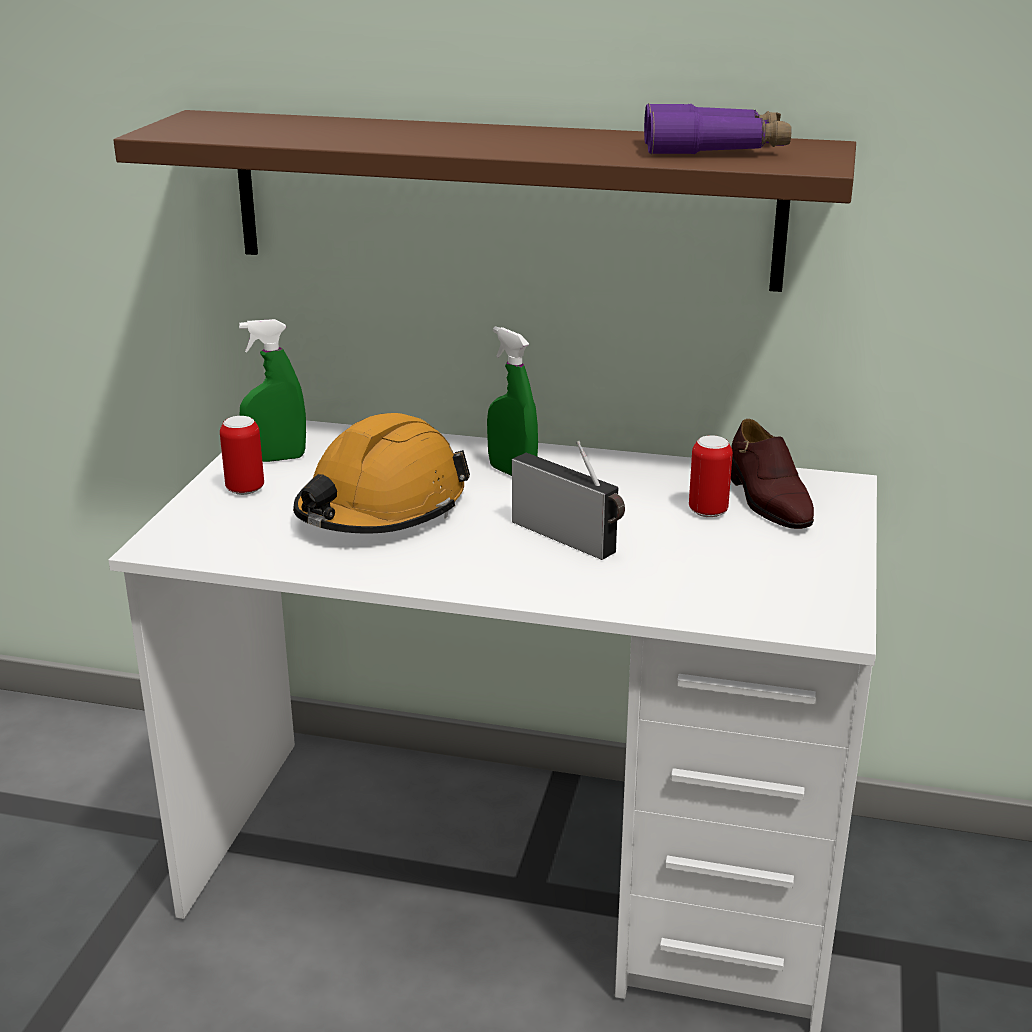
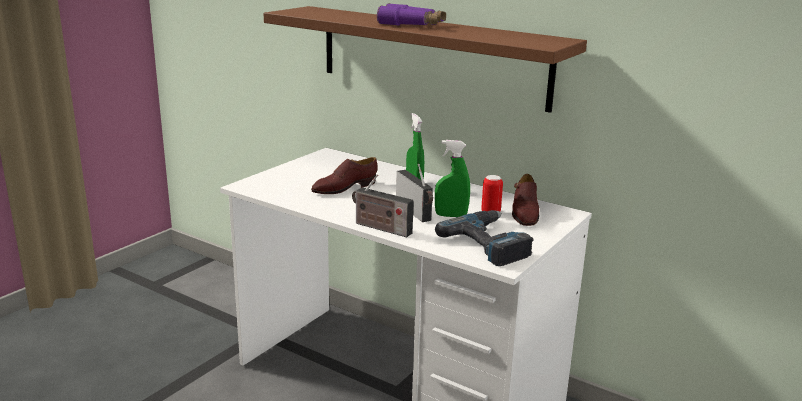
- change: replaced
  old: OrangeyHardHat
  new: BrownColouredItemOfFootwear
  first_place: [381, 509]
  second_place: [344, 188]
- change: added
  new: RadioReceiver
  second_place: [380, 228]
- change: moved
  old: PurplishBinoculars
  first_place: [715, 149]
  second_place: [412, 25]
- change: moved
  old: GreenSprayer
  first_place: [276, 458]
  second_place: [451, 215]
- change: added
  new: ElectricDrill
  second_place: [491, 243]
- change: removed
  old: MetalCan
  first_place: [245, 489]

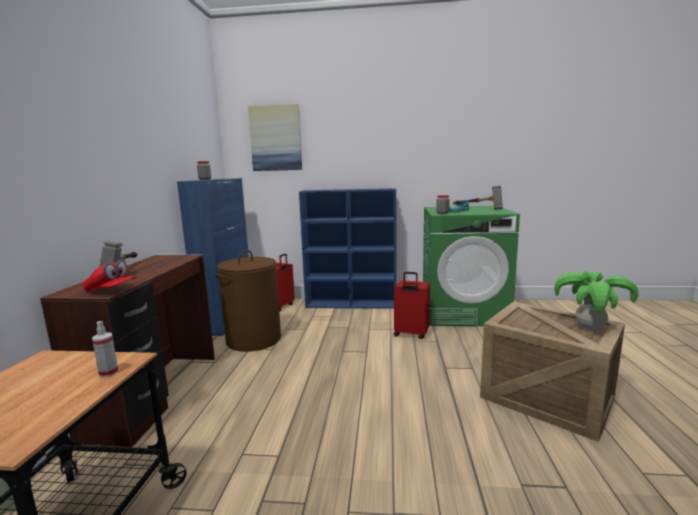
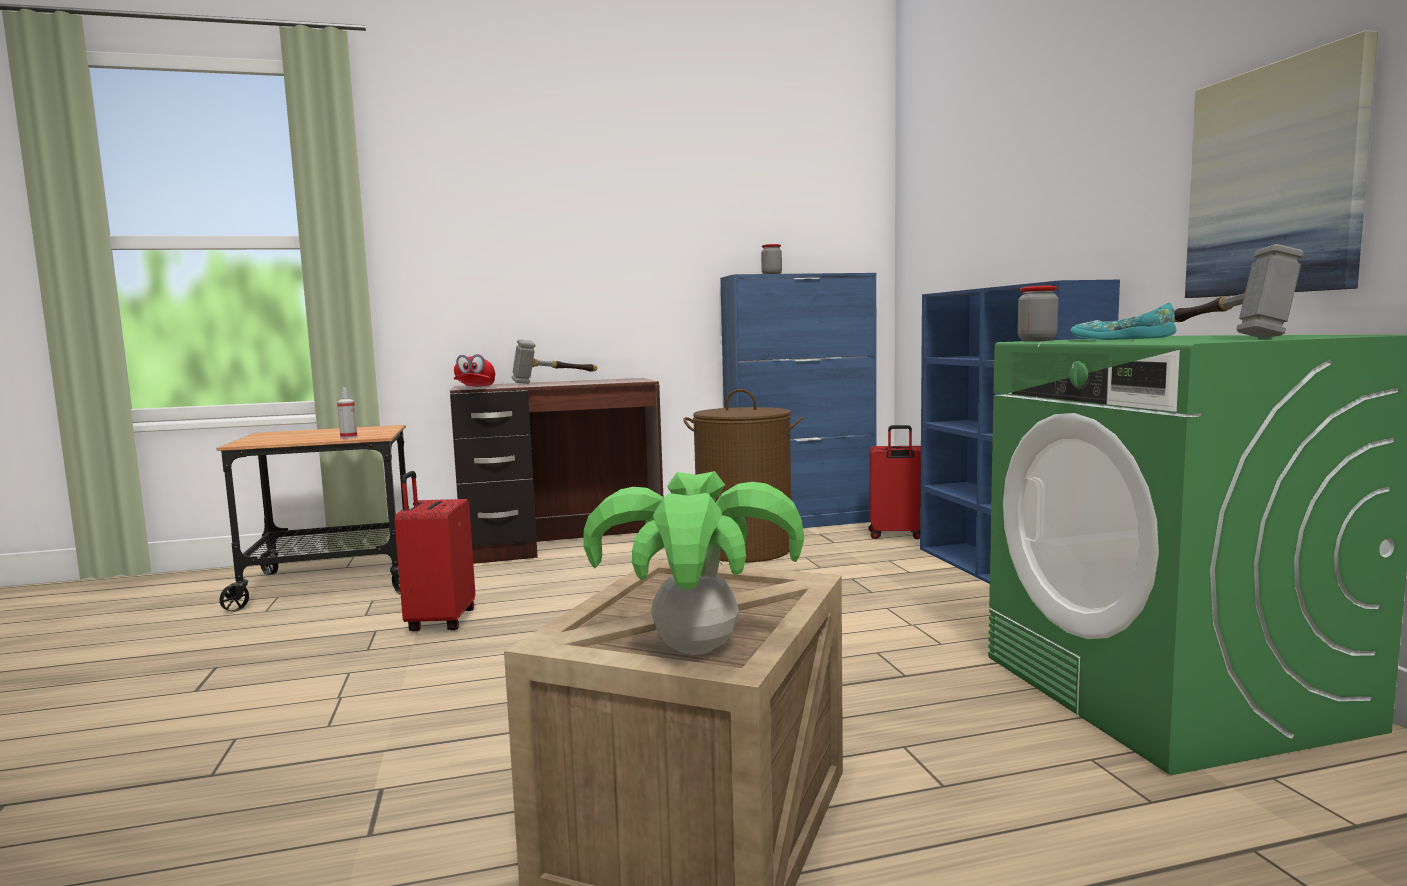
- change: moved
  old: RedColouredTravelCase
  first_place: [411, 334]
  second_place: [439, 621]
- change: moved
  old: Picture
  first_place: [276, 138]
  second_place: [1275, 181]

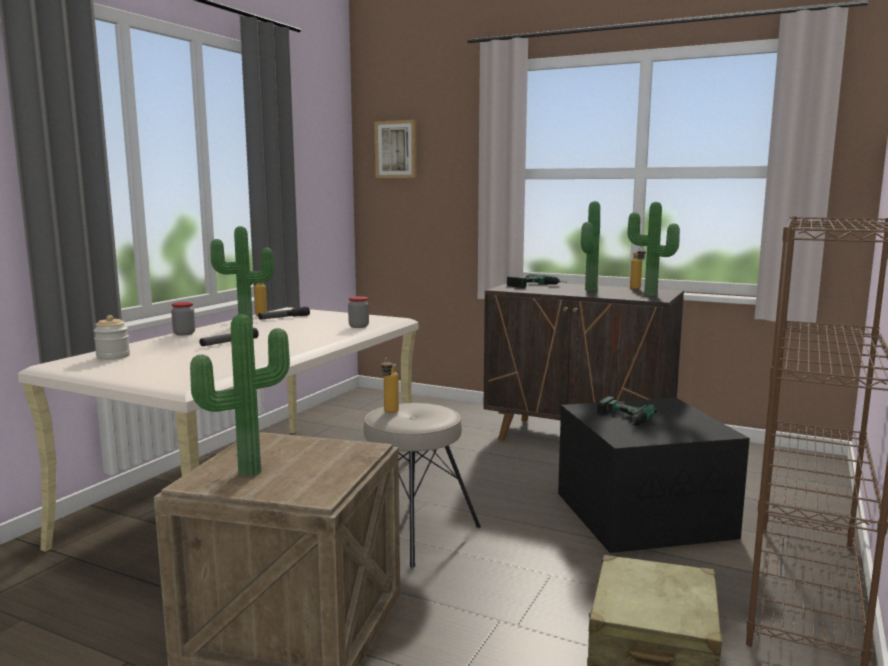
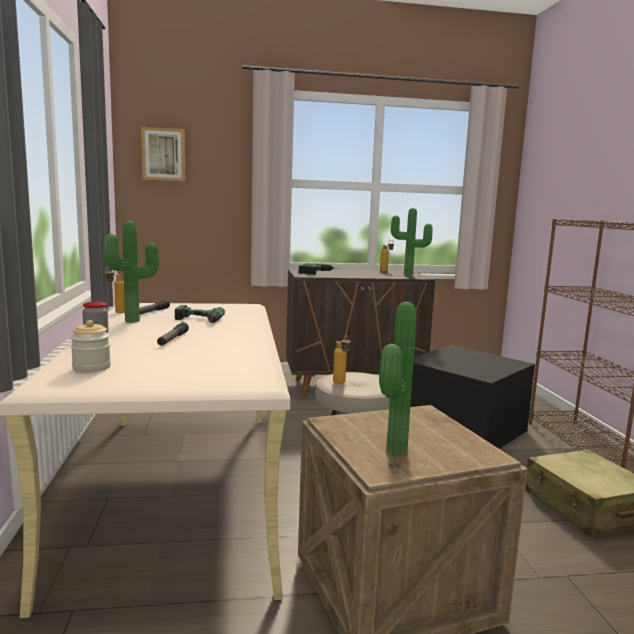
- change: moved
  old: ElectricDrill
  first_place: [620, 419]
  second_place: [197, 321]
- change: removed
  old: PreserveJar
  first_place: [358, 326]
- change: removed
  old: Houseplant
  first_place: [588, 290]

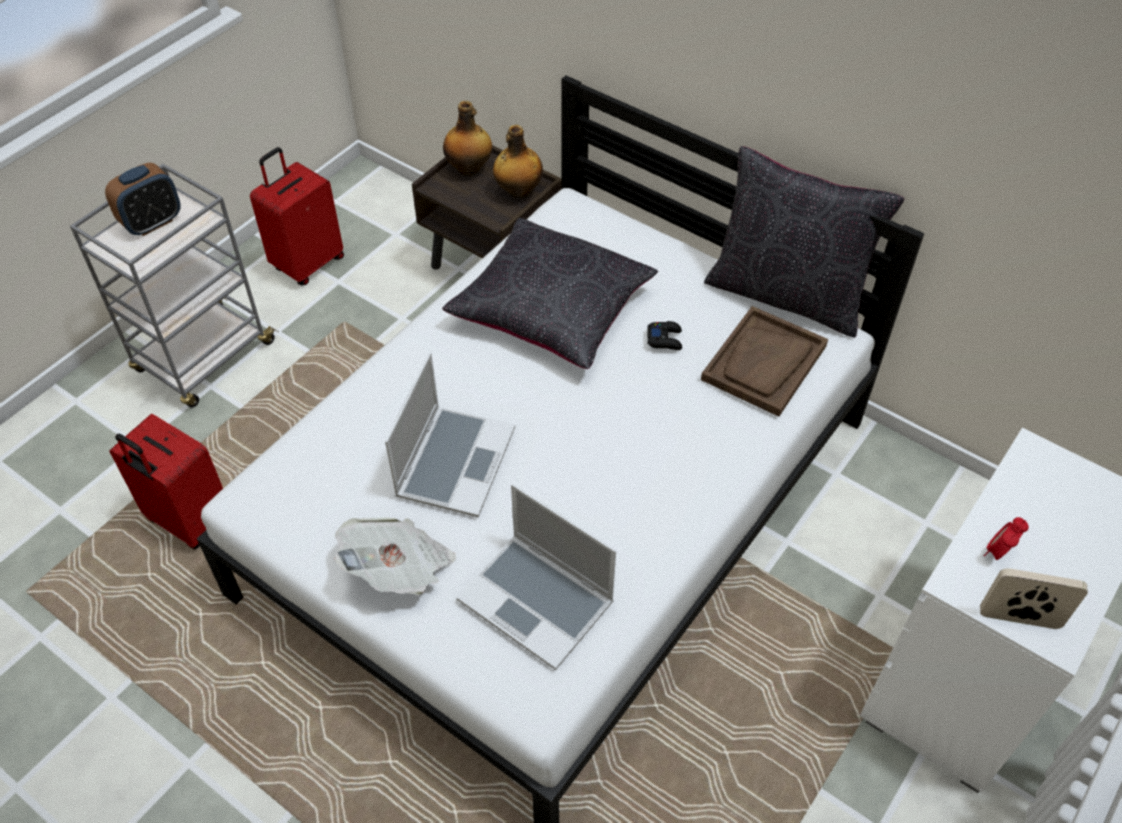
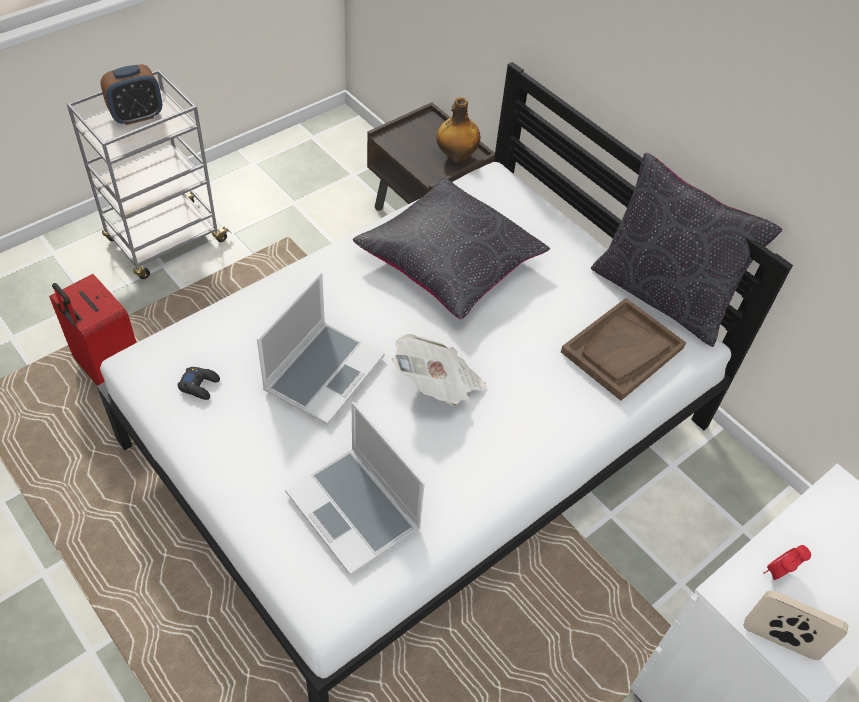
- change: moved
  old: BlackGameController
  first_place: [665, 339]
  second_place: [199, 385]
- change: moved
  old: PrintedPaper
  first_place: [399, 569]
  second_place: [438, 385]
- change: removed
  old: RedColouredTravelCase
  first_place: [307, 263]
- change: removed
  old: BeverageBottle
  first_place: [469, 168]

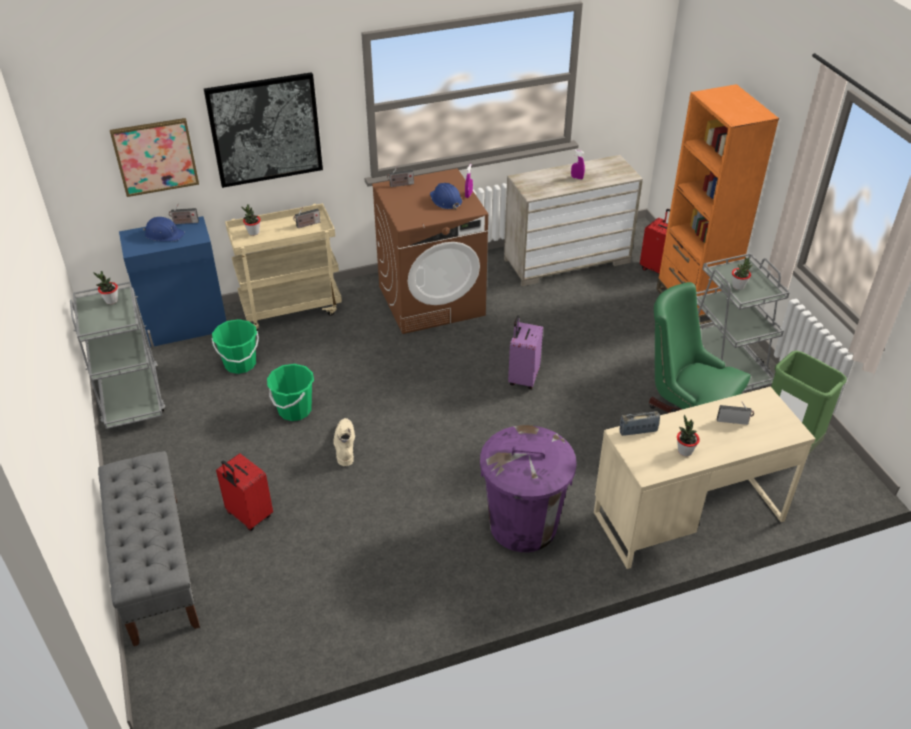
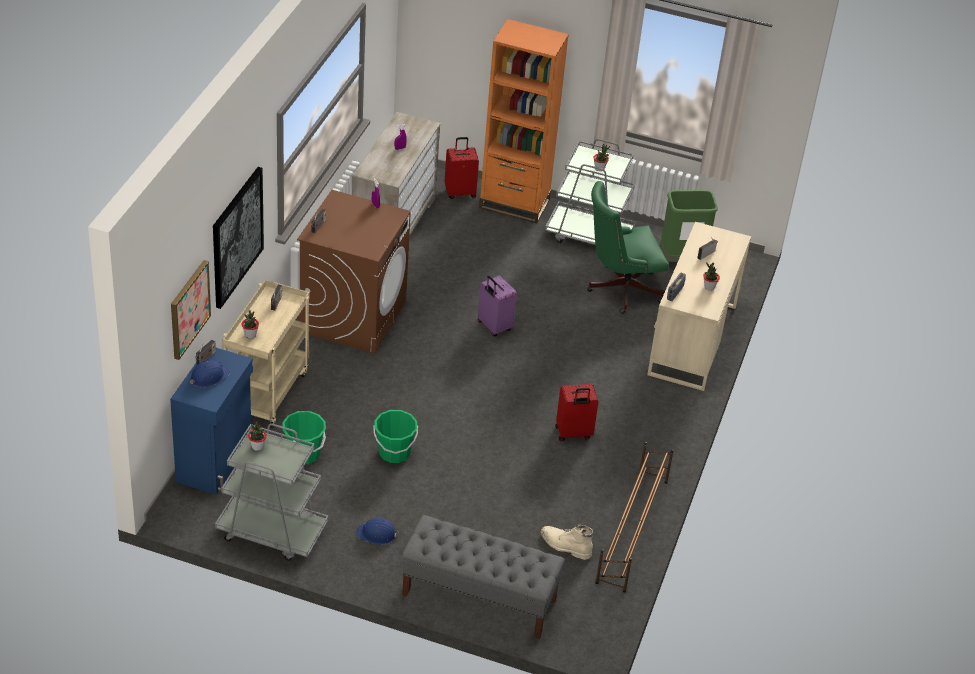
- change: moved
  old: BlueHardHat
  first_place: [445, 200]
  second_place: [377, 534]
- change: moved
  old: SandColouredHighTopBoot
  first_place: [344, 444]
  second_place: [565, 545]
- change: moved
  old: RedColouredTravelCase
  first_place: [248, 516]
  second_place: [573, 433]
- change: added
  new: BrownColouredShoeStand
  second_place: [631, 531]
- change: removed
  old: PurplishRubbishBin
  first_place: [523, 525]

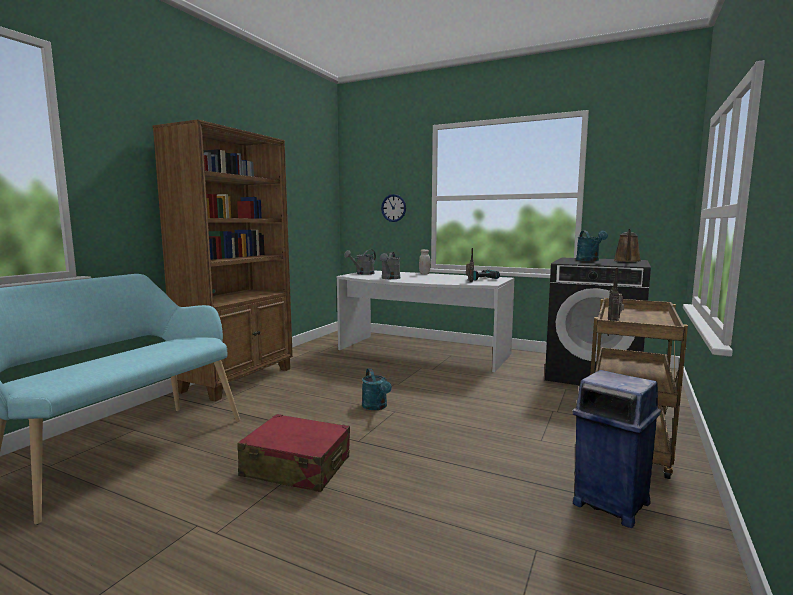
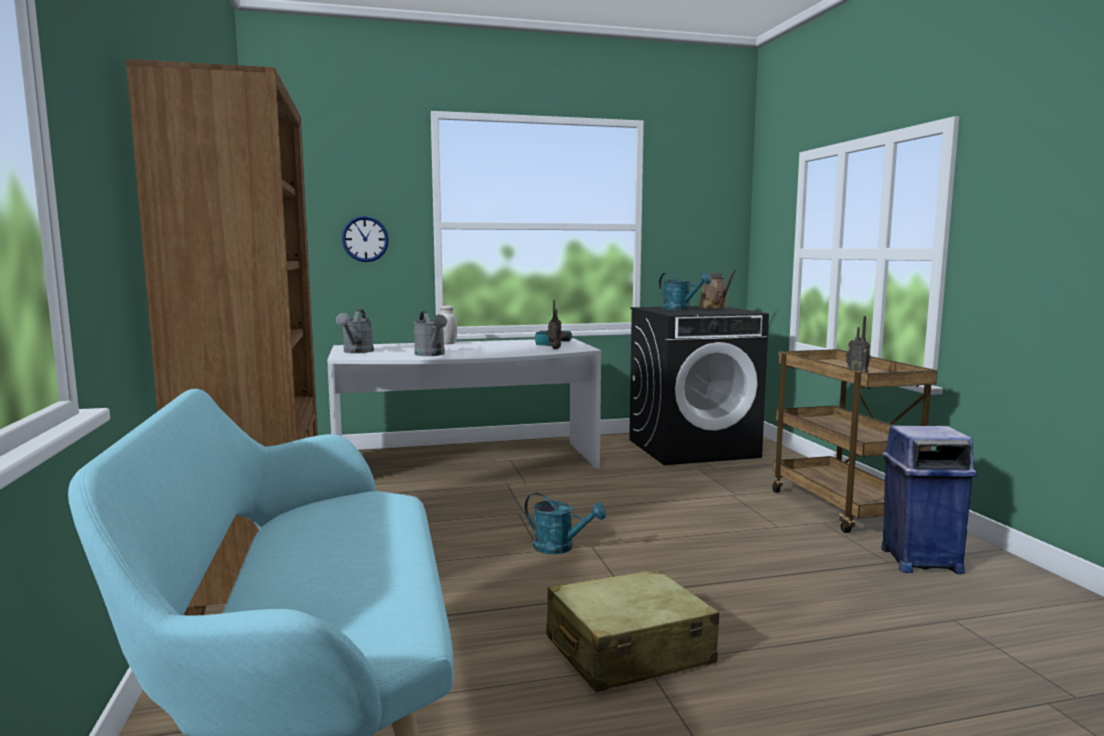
- change: recoloured
  old: RedColouredTravelCase
  new: SandColouredTravelCase
  first_place: [296, 467]
  second_place: [628, 651]

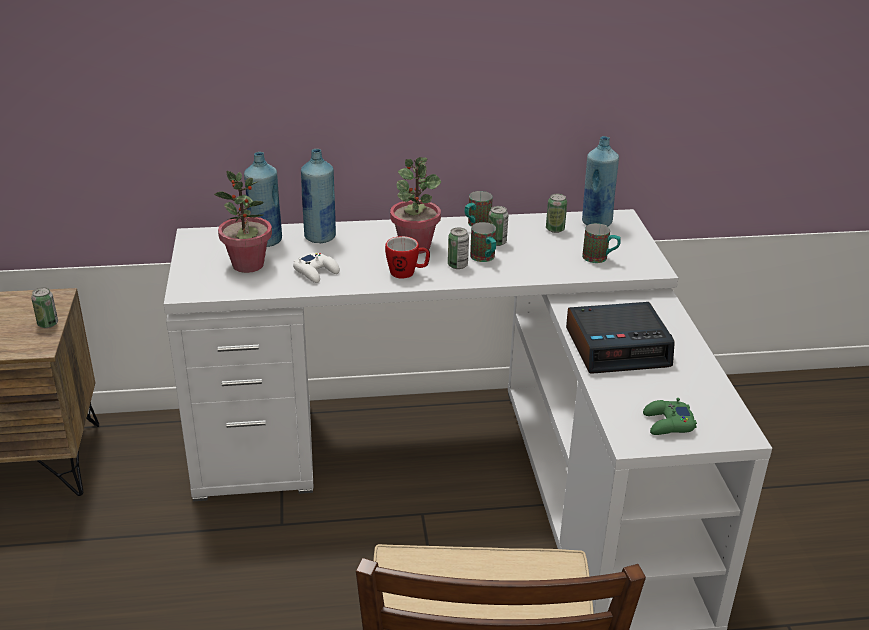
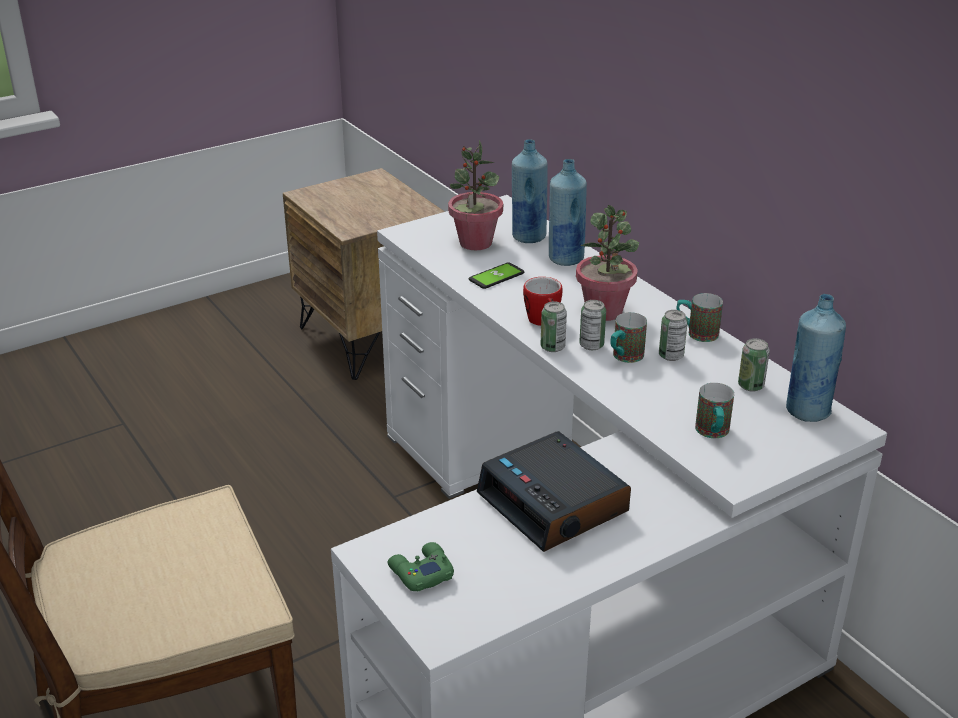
- change: replaced
  old: WhitishGameController
  new: Handset
  first_place: [316, 272]
  second_place: [496, 277]
- change: moved
  old: MetalCan
  first_place: [48, 324]
  second_place: [552, 347]

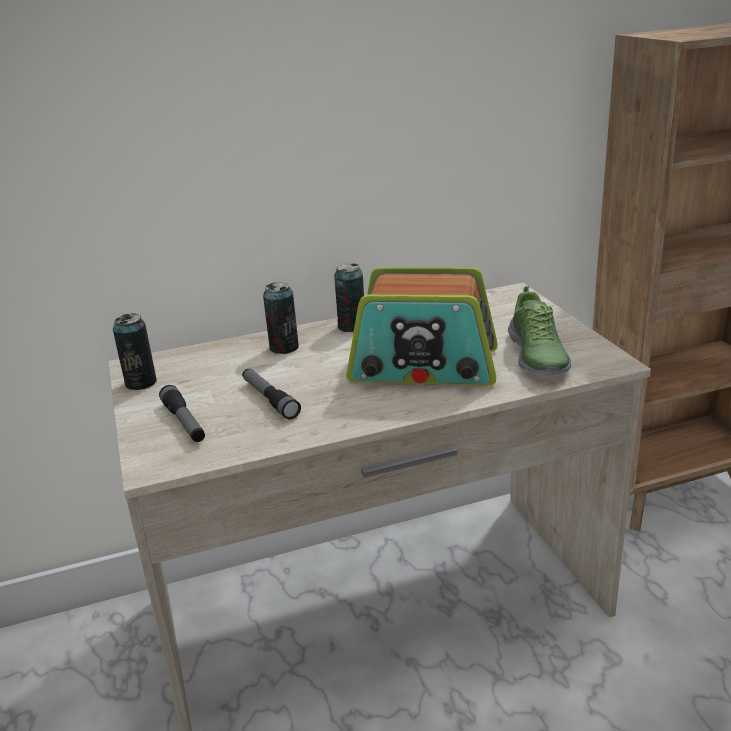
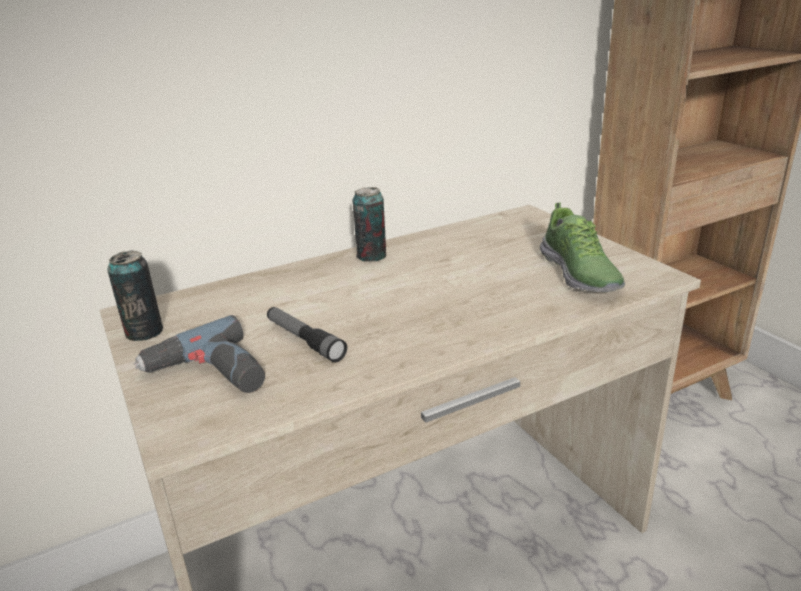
- change: replaced
  old: Flashlight
  new: ElectricDrill
  first_place: [184, 422]
  second_place: [208, 375]
- change: removed
  old: MetalCan
  first_place: [284, 348]
- change: removed
  old: RadioReceiver
  first_place: [424, 366]

